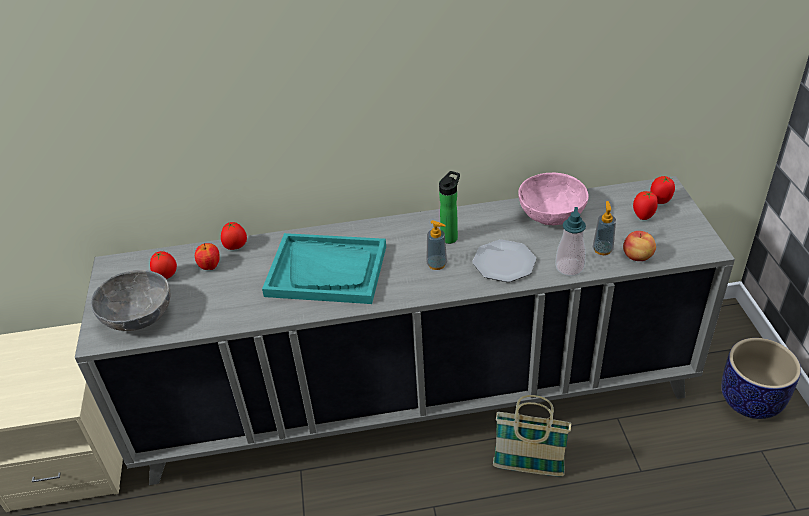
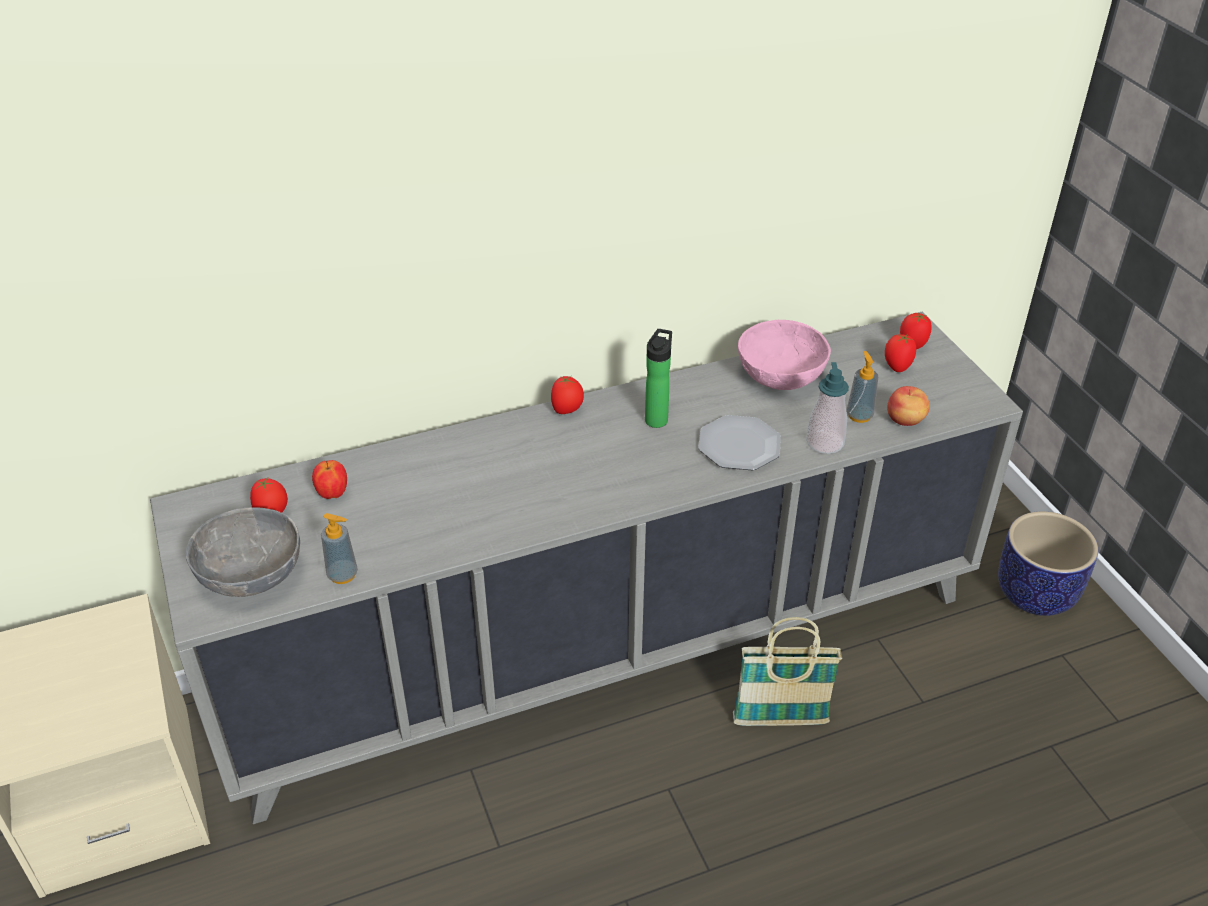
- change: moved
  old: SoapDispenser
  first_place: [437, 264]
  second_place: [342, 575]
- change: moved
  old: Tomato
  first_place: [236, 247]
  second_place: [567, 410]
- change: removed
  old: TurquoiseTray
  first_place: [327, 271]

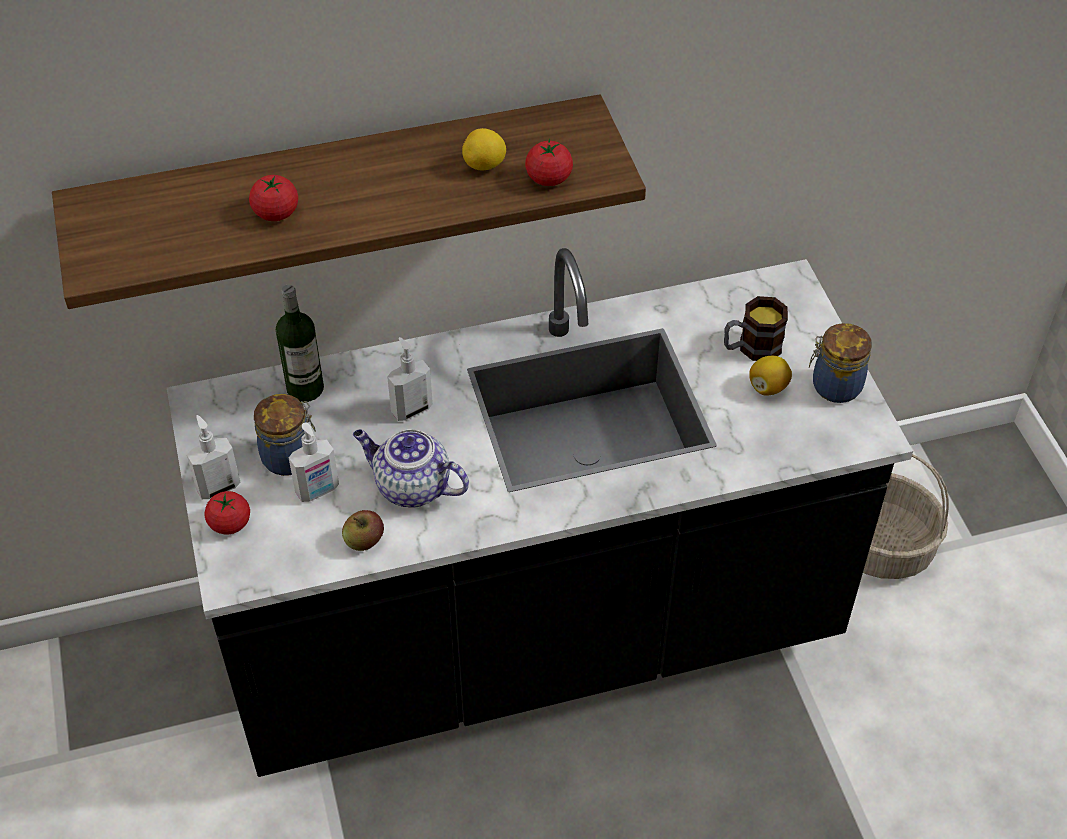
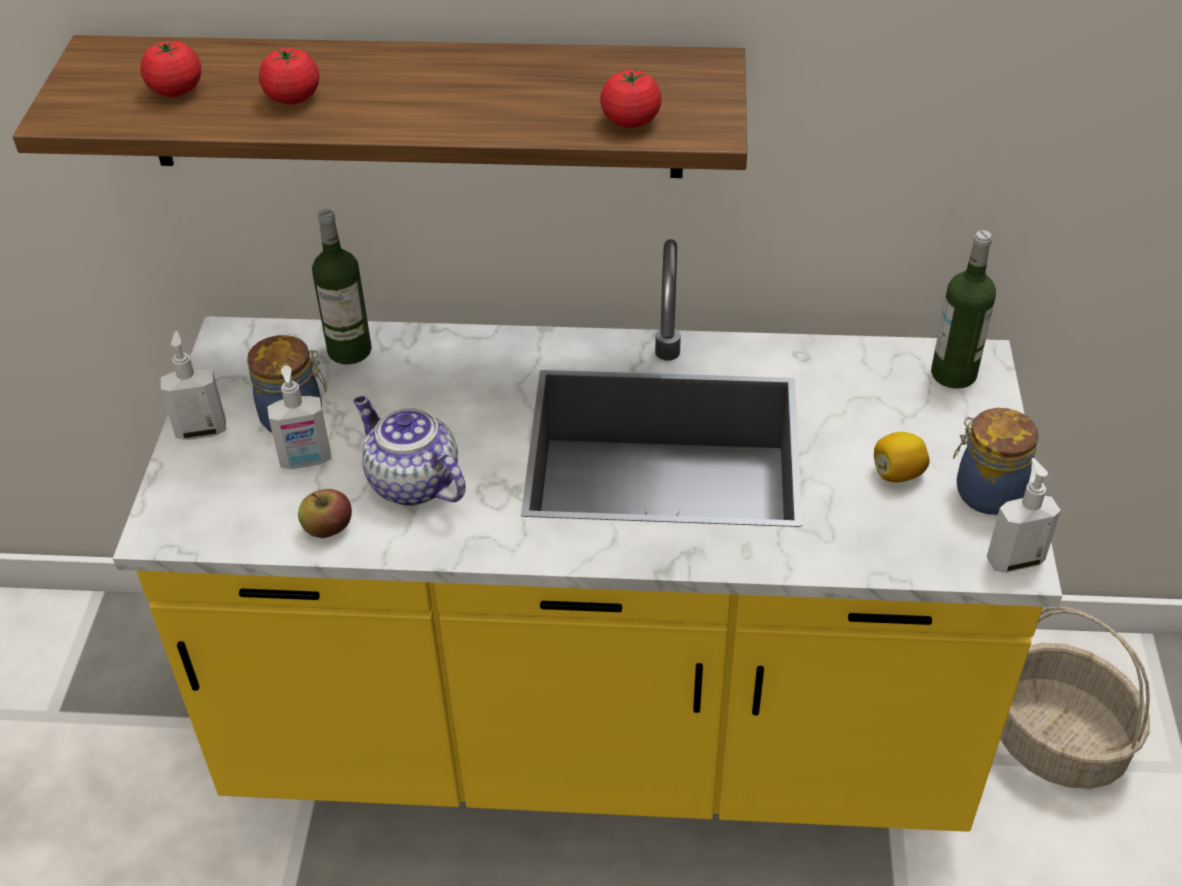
- change: recoloured
  old: BlackKitchenCounter
  new: YellowKitchenCounter
  first_place: [533, 640]
  second_place: [597, 735]
- change: moved
  old: Tomato
  first_place: [230, 523]
  second_place: [176, 90]
- change: added
  new: BeverageBottle
  second_place: [953, 374]
- change: moved
  old: SoapDispenser
  first_place: [411, 409]
  second_place: [1014, 560]
- change: removed
  old: WholeLemon
  first_place: [484, 166]
- change: removed
  old: CoffeeMug
  first_place: [751, 348]

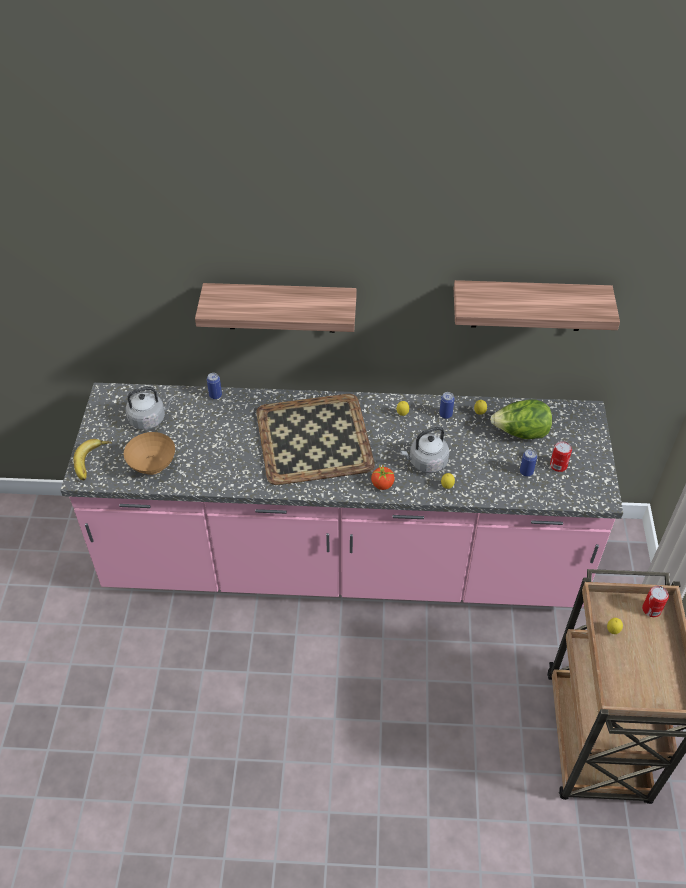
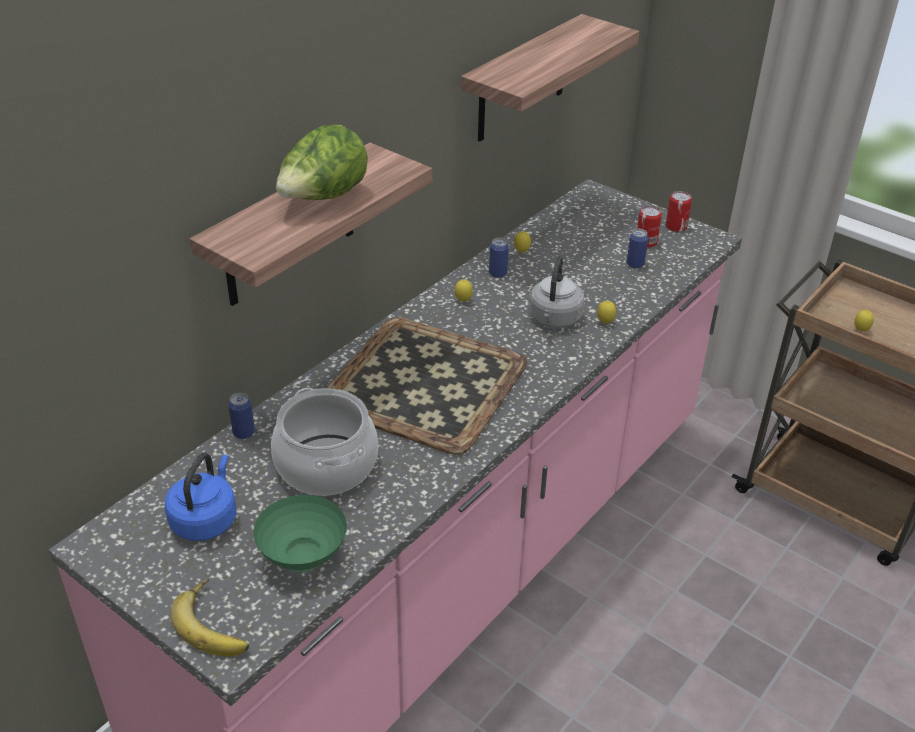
- change: recoloured
  old: GreyWaterKettle
  new: BlueWaterKettle
  first_place: [149, 419]
  second_place: [206, 519]
- change: recoloured
  old: BrownColouredBowl
  new: GreenBowl
  first_place: [154, 466]
  second_place: [303, 556]
- change: added
  new: Saucepot
  second_place: [325, 465]
- change: moved
  old: HeadOfLettuce
  first_place: [520, 433]
  second_place: [323, 198]
- change: moved
  old: MetalCan
  first_place: [651, 609]
  second_place: [676, 227]
- change: removed
  old: Tomato
  first_place: [382, 485]

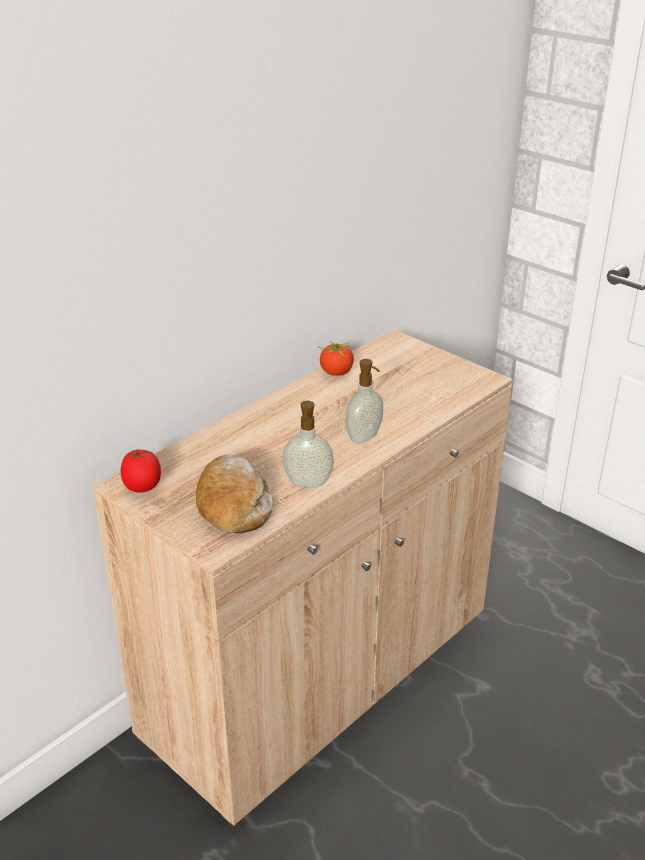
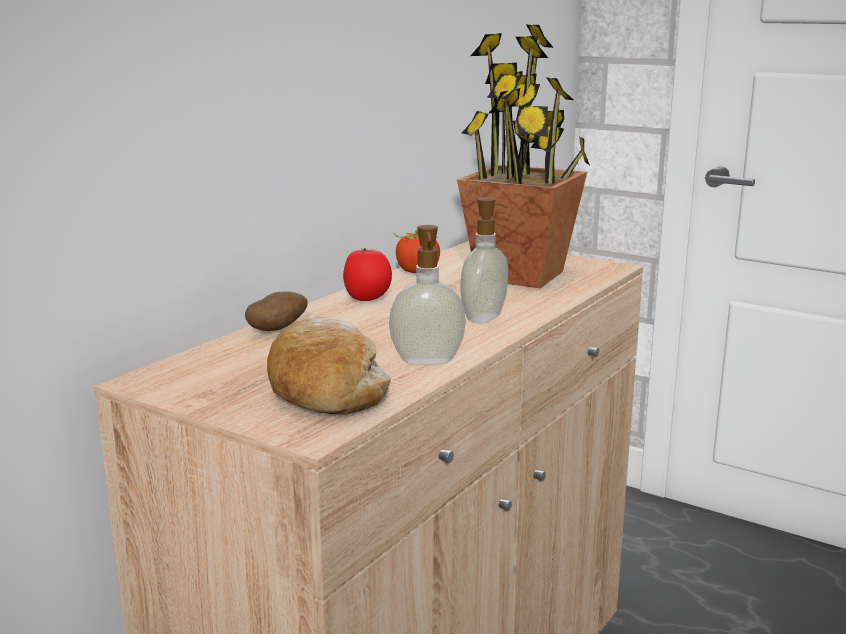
- change: added
  new: WholePotato
  second_place: [277, 330]
- change: moved
  old: Tomato
  first_place: [143, 488]
  second_place: [368, 299]
- change: added
  new: Houseplant
  second_place: [521, 275]

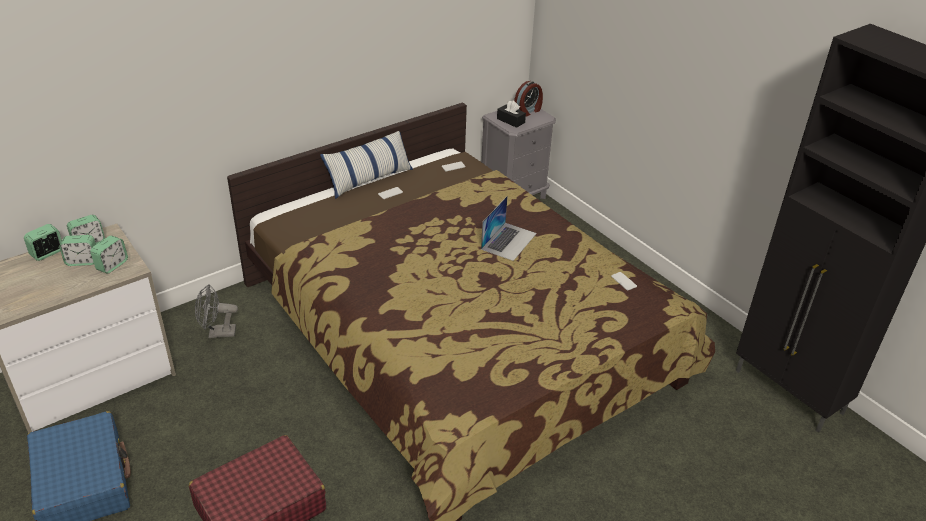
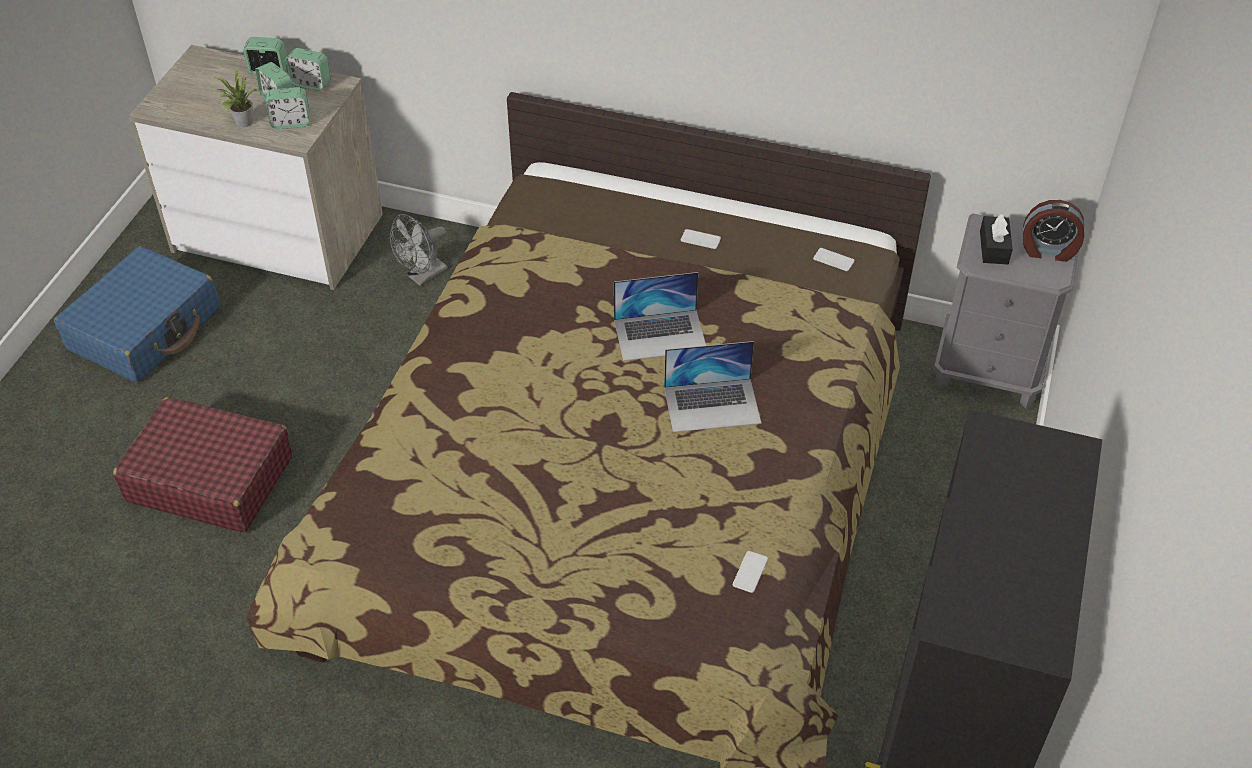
- change: added
  new: Houseplant
  second_place: [242, 122]
- change: turned
  old: GreyCoolingFan
  first_place: [217, 333]
  second_place: [422, 276]
  degrees: -90
- change: added
  new: PortableComputer
  second_place: [660, 335]
- change: removed
  old: Cushion
  first_place: [369, 179]

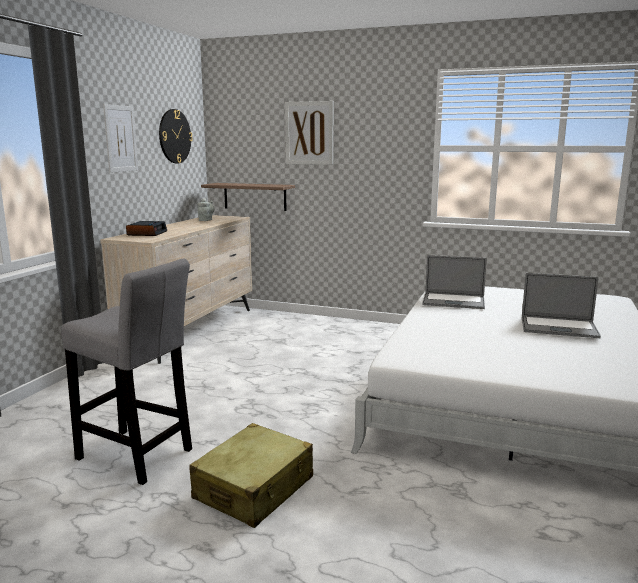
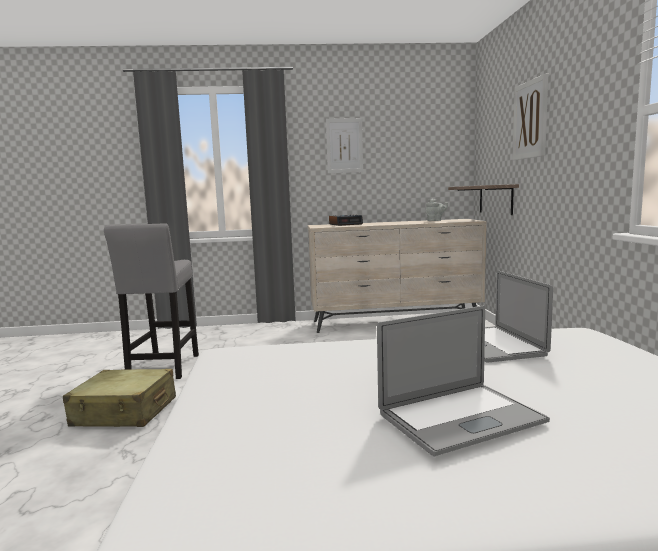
- change: turned
  old: PortableComputer
  first_place: [558, 327]
  second_place: [460, 417]
  degrees: -105
- change: removed
  old: ClockOnTheWall
  first_place: [174, 136]

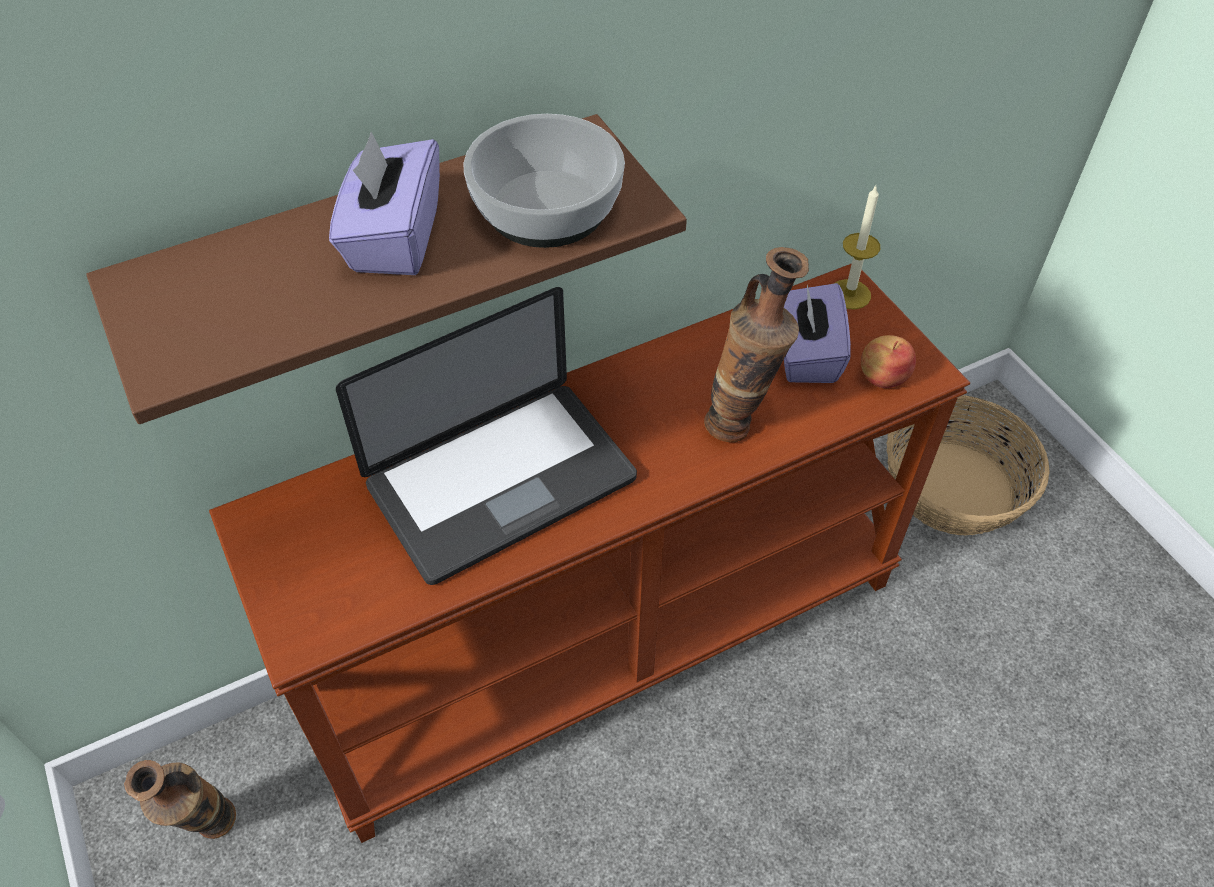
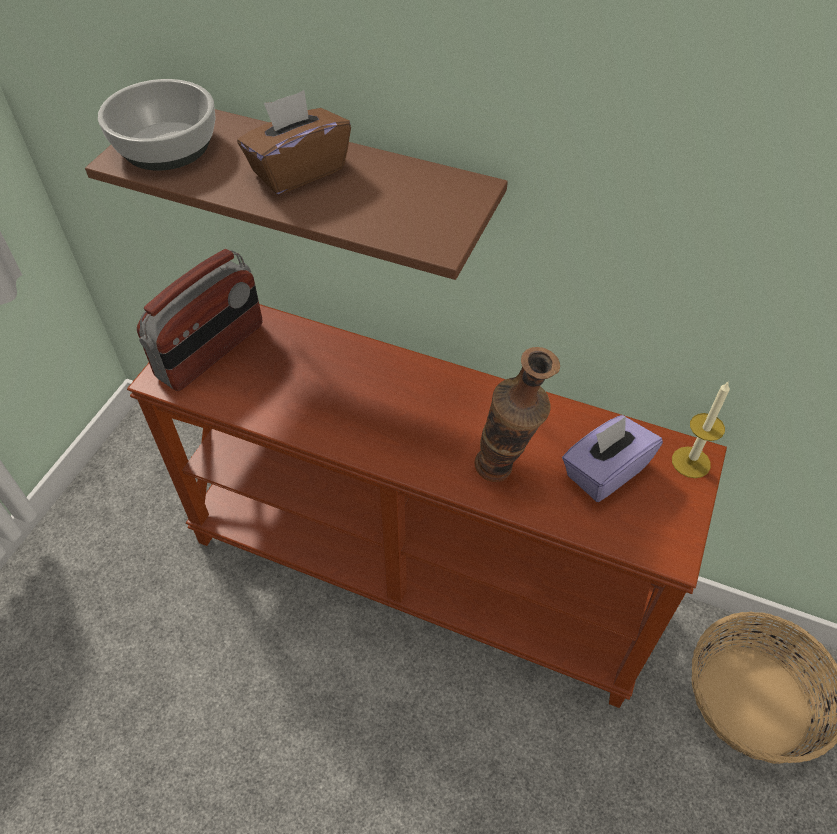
- change: moved
  old: Bowl
  first_place: [546, 207]
  second_place: [167, 145]
- change: added
  new: RadioReceiver
  second_place: [212, 351]
- change: recoloured
  old: PurplishTissueHolder
  new: BrownColouredTissueHolder
  first_place: [394, 239]
  second_place: [298, 171]
- change: removed
  old: Vase
  first_place: [211, 833]
- change: removed
  old: PortableComputer
  first_place: [501, 482]
- change: removed
  old: WholeApple
  first_place: [883, 376]

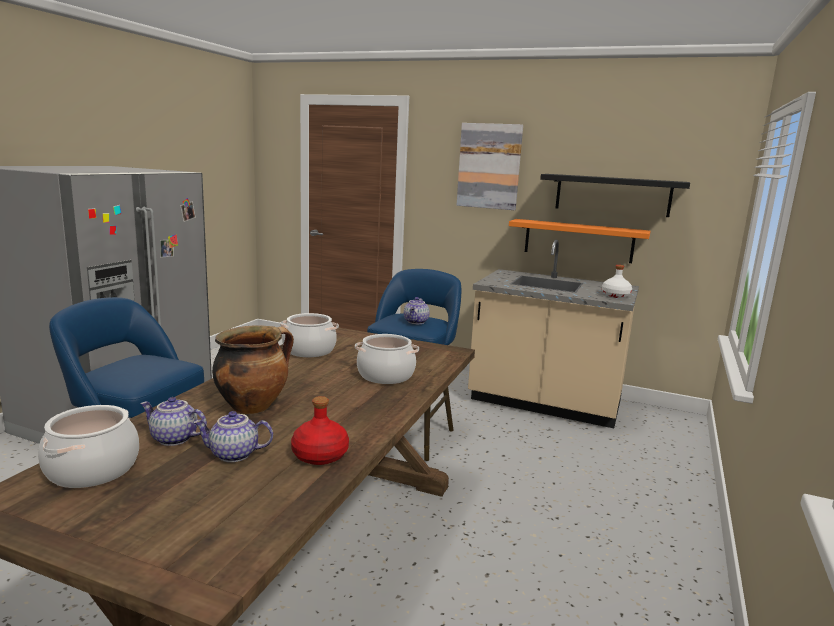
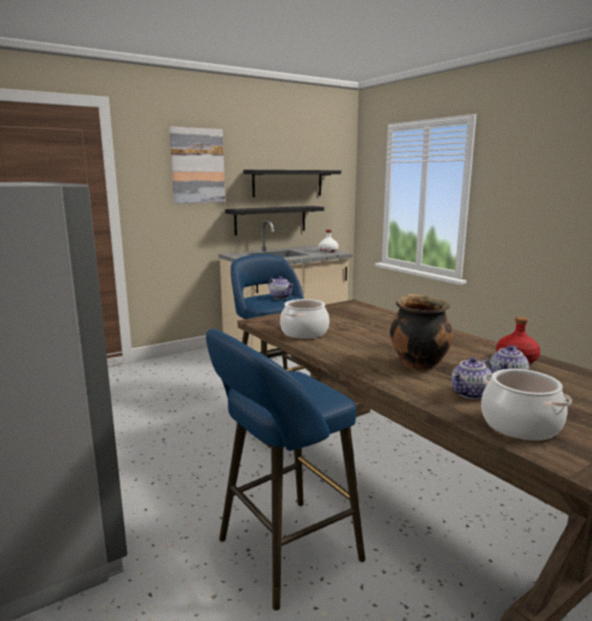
- change: recoloured
  old: OrangeyShelf
  new: BlackShelf
  first_place: [578, 240]
  second_place: [270, 220]
- change: removed
  old: Saucepot
  first_place: [385, 375]

